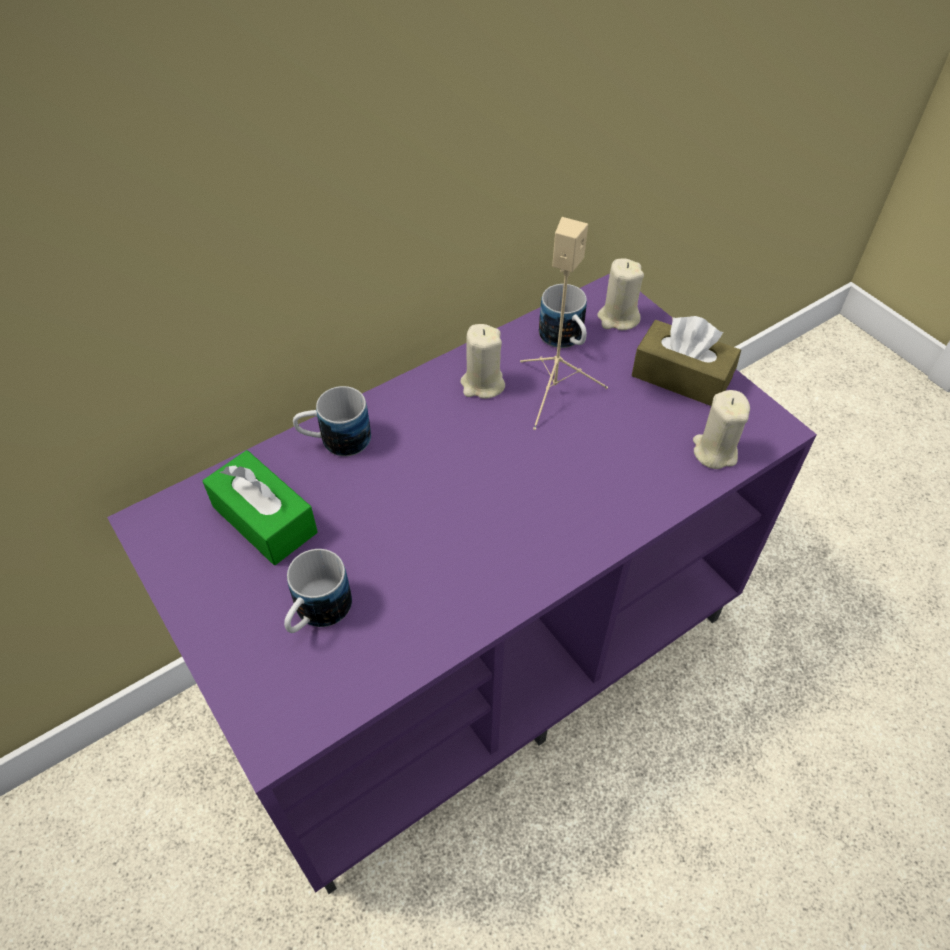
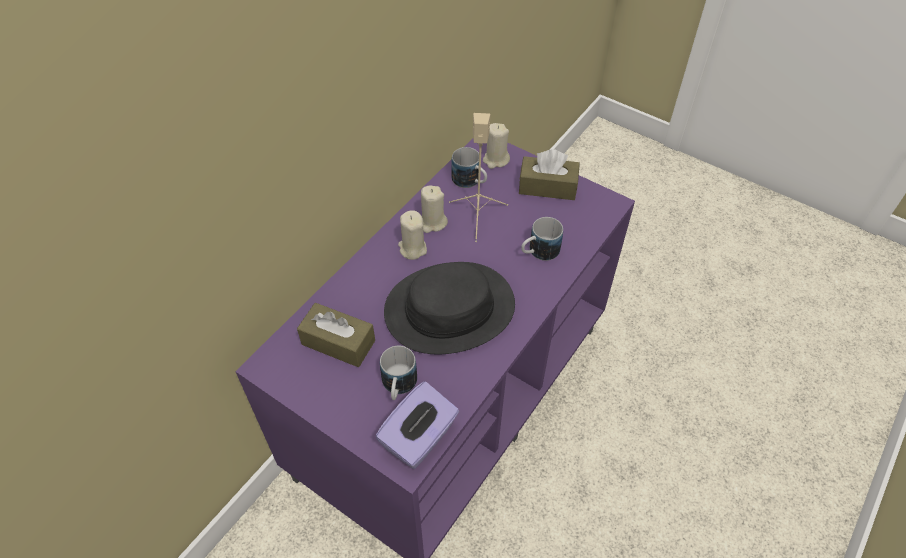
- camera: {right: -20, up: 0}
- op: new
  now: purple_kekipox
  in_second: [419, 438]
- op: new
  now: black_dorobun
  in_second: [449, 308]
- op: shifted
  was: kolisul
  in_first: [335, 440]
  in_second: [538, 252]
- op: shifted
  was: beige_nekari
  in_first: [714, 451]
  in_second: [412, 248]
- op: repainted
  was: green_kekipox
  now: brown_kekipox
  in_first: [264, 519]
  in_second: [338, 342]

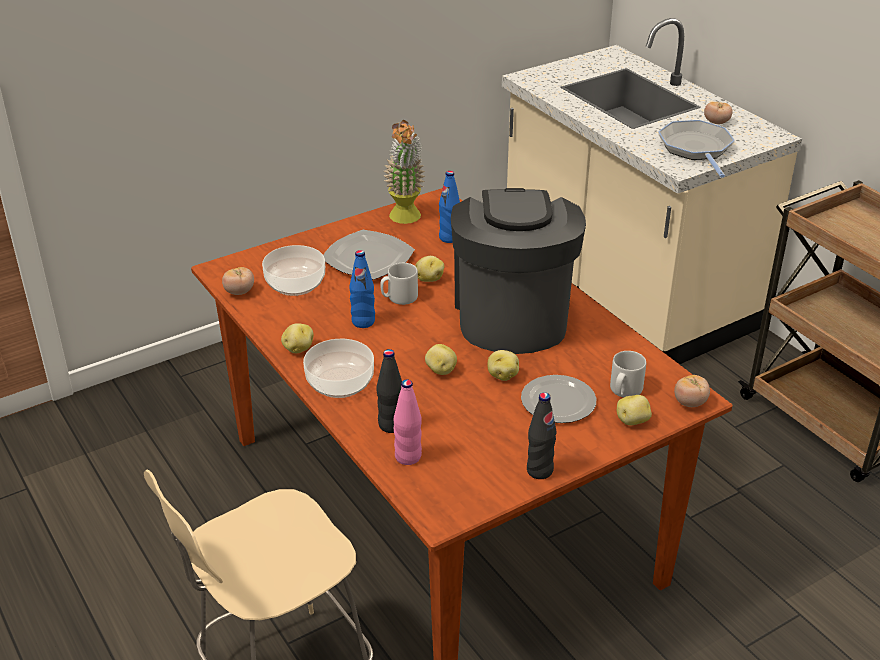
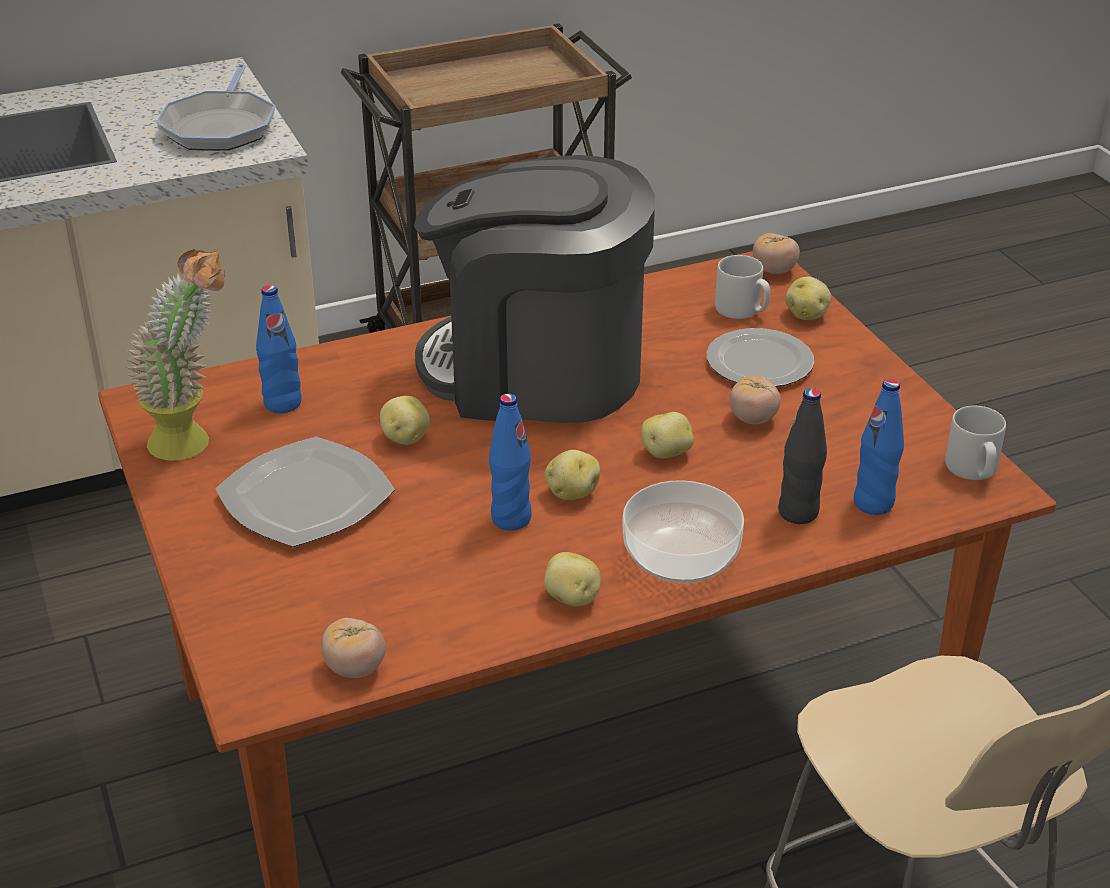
- camera: {right: -80, up: 0}
- op: gone
  was: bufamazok
  in_first: [296, 283]
- op: gone
  was: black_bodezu
  in_first: [539, 470]
- op: shifted
  was: grey_kolisul
  in_first: [399, 297]
  in_second: [973, 470]
- op: shifted
  was: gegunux
  in_first: [503, 375]
  in_second: [571, 493]
- op: shifted
  was: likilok
  in_first: [716, 123]
  in_second: [753, 419]
- op: repainted
  was: pink_bodezu
  now: blue_bodezu
  in_first: [408, 457]
  in_second: [873, 503]
- op: rotated
  was: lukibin
  in_first: [696, 149]
  in_second: [220, 127]
  clockwise: -90

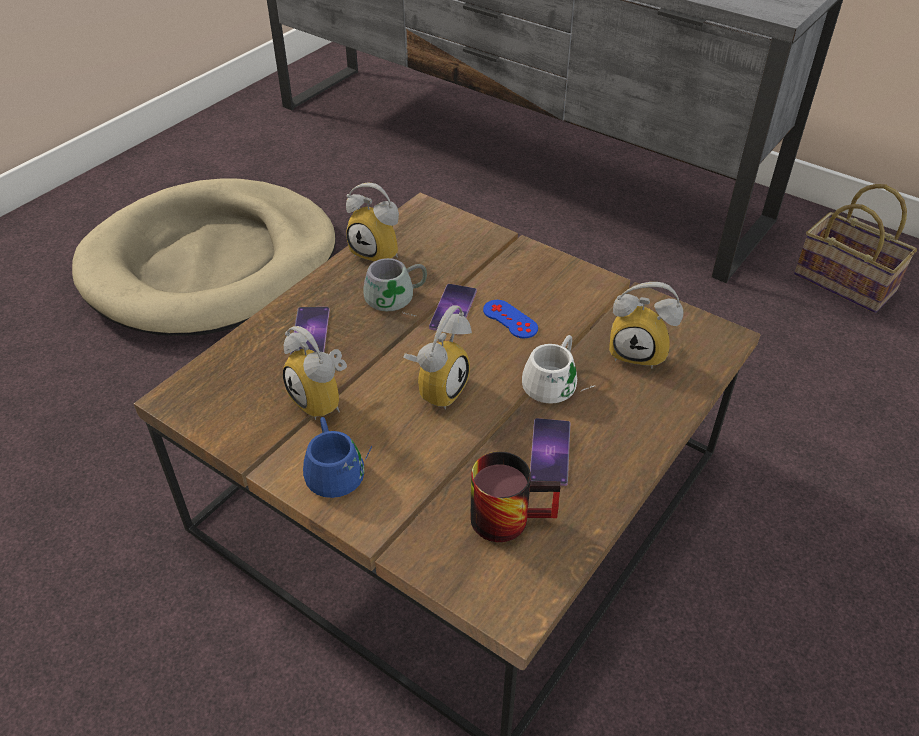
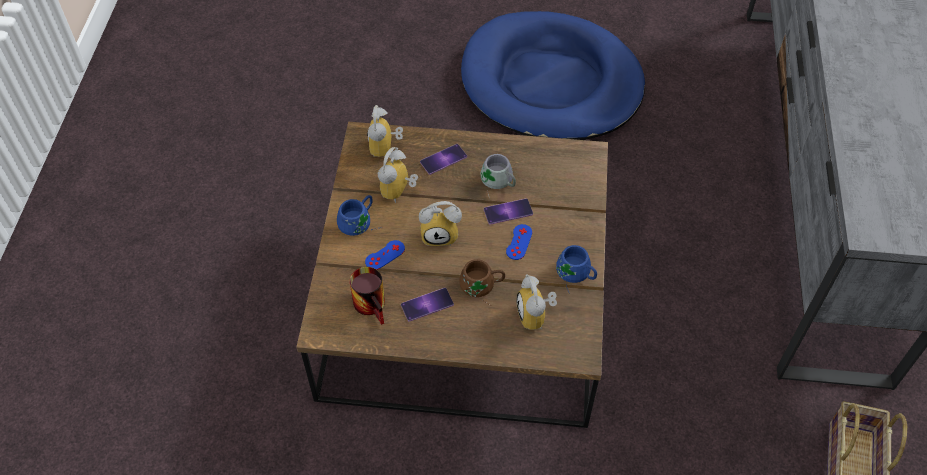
- camera: {right: 60, up: 10}
- op: new
  now: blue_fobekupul
  in_second: [385, 255]
- op: new
  now: blue_kolisul
  in_second: [574, 274]
- op: shifted
  was: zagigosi
  in_first: [380, 252]
  in_second: [386, 149]
- op: repainted
  was: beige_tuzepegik
  now: blue_tuzepegik
  in_first: [212, 265]
  in_second: [551, 83]
- op: repainted
  was: white_kolisul
  now: brown_kolisul
  in_first: [558, 383]
  in_second: [481, 287]

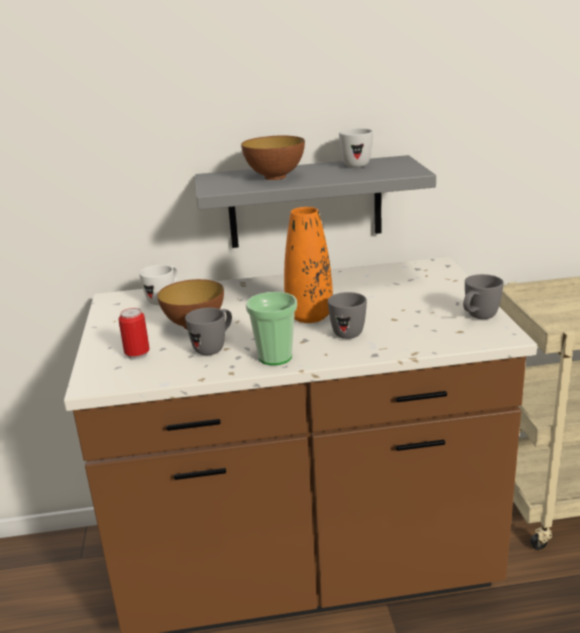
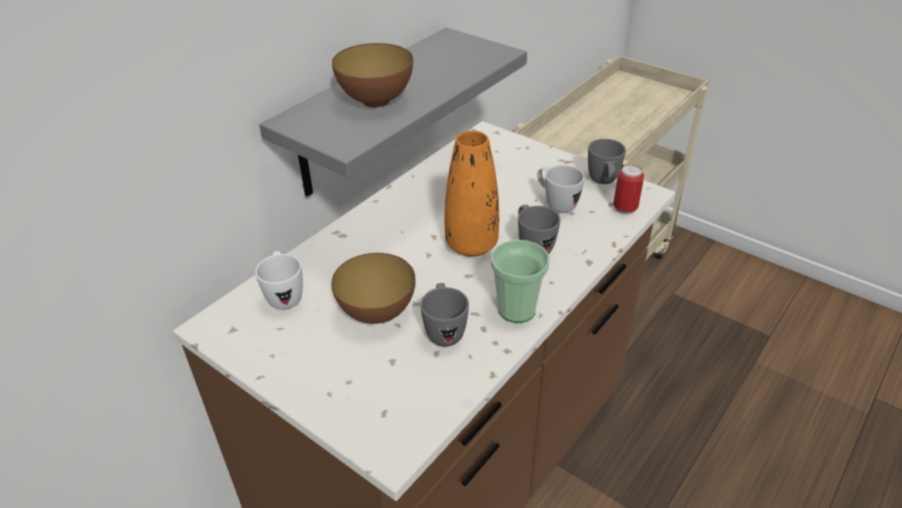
- camera: {right: -45, up: 15}
- op: shifted
  was: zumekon
  in_first: [137, 355]
  in_second: [625, 209]
- op: shifted
  was: white_kolisul
  in_first: [356, 164]
  in_second: [556, 204]

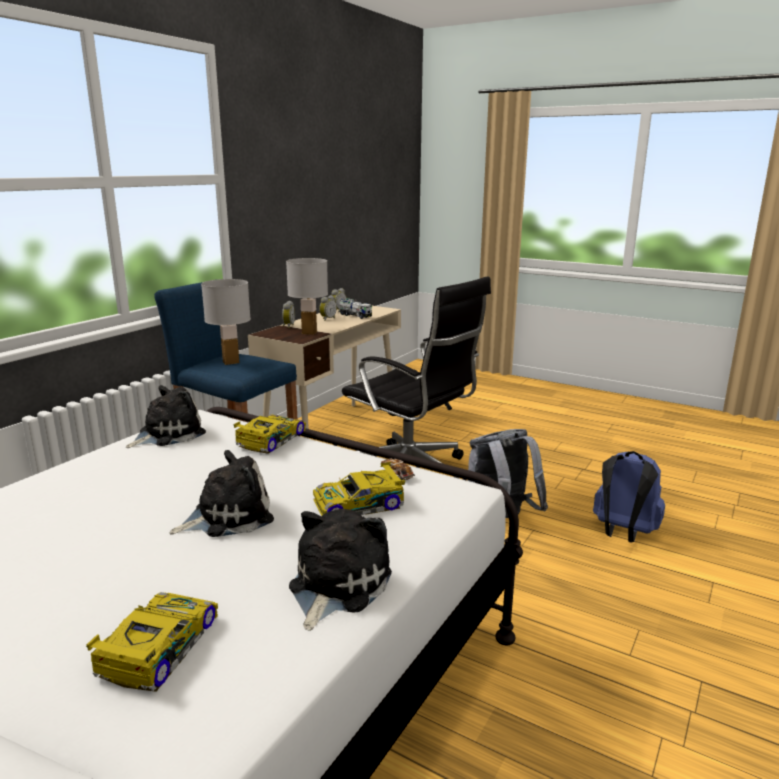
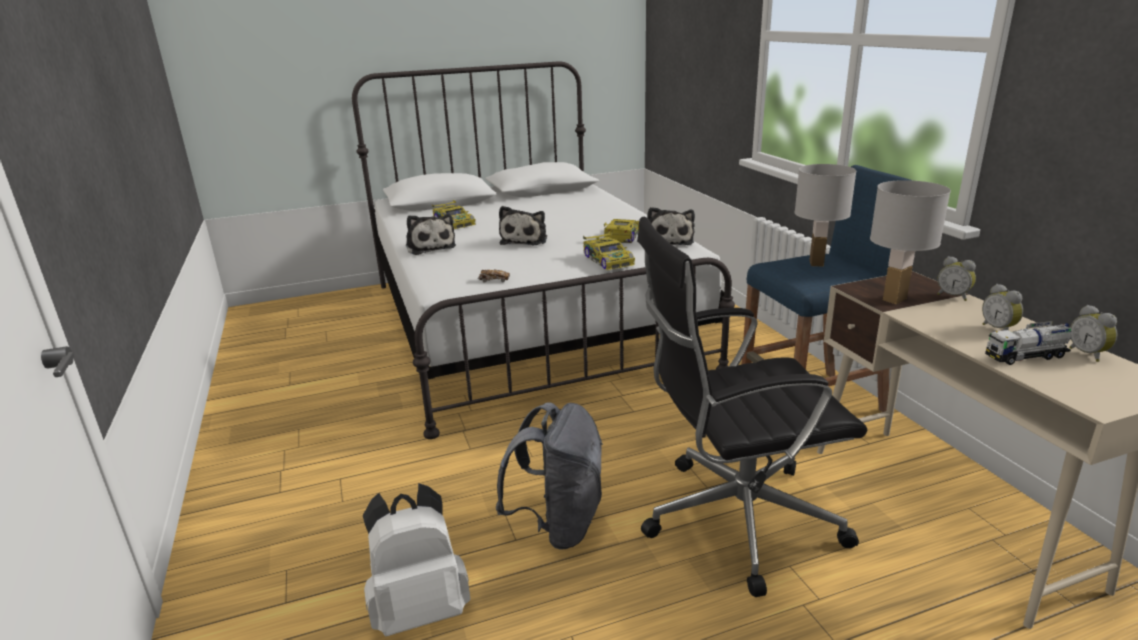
- camera: {right: 130, up: 5}
- op: shifted
  was: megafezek
  in_first: [360, 504]
  in_second: [623, 236]
- op: repainted
  was: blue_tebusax
  now: white_tebusax
  in_first: [623, 533]
  in_second: [420, 609]

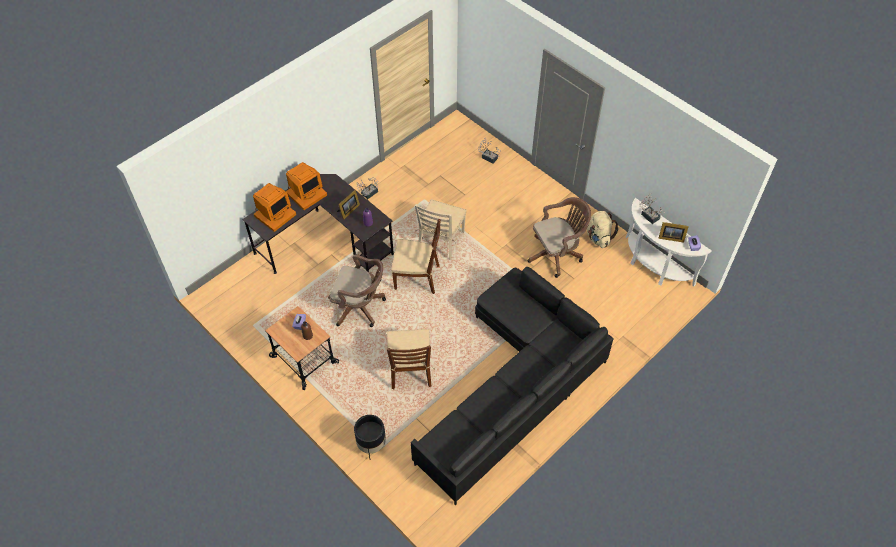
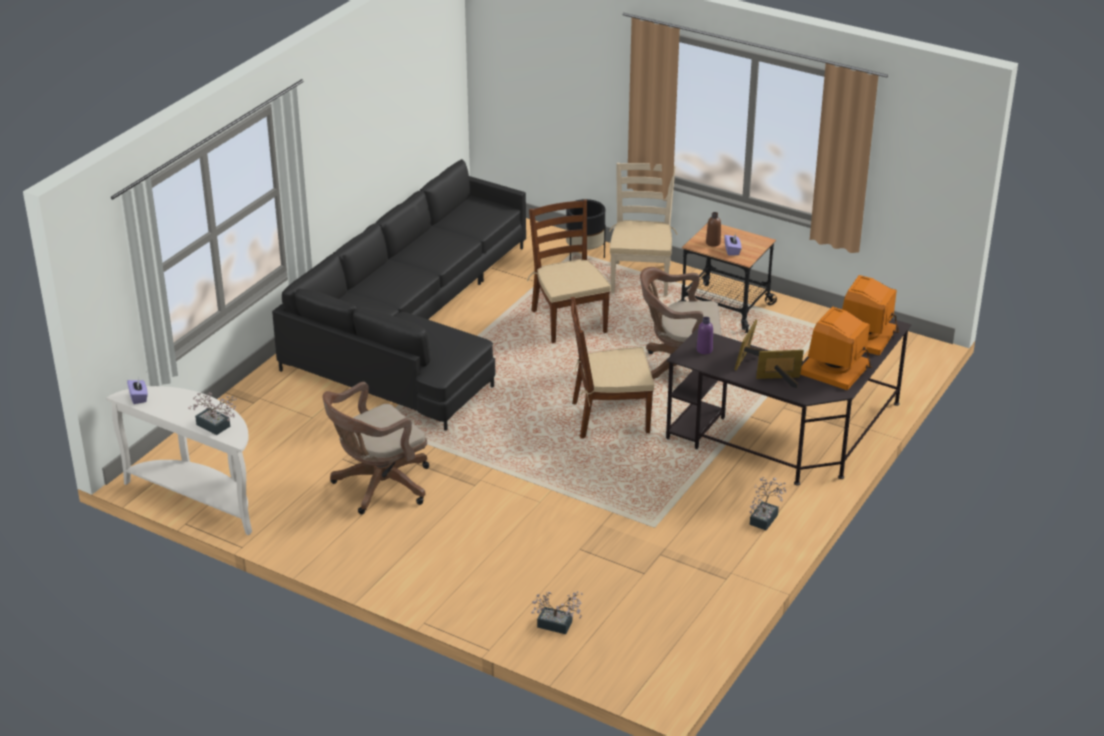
- camera: {right: 165, up: -20}
- op: gone
  was: beige_tebusax
  in_first: [598, 238]
- op: shifted
  was: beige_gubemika
  in_first: [441, 241]
  in_second: [640, 278]
- op: shifted
  was: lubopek
  in_first: [670, 237]
  in_second: [780, 380]

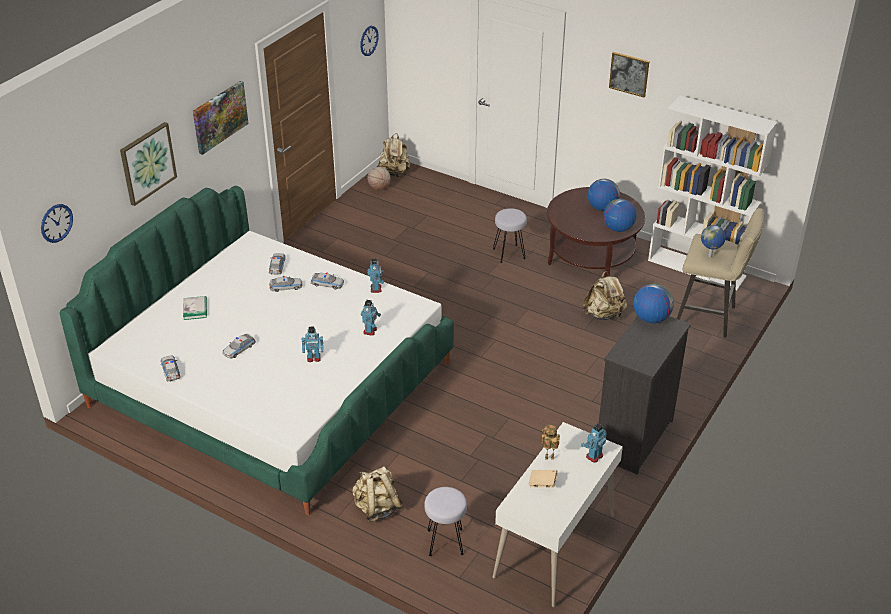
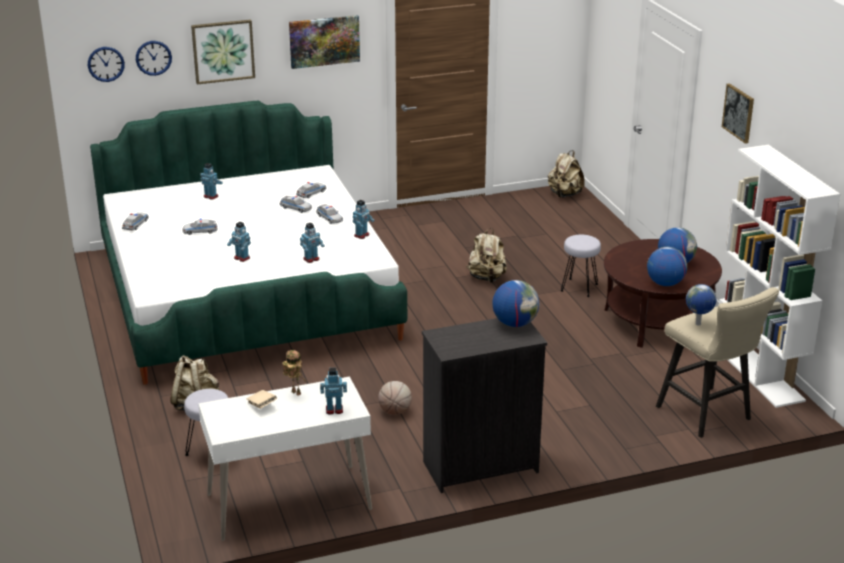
- camera: {right: 40, up: -10}
- op: shifted
  was: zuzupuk
  in_first: [369, 40]
  in_second: [153, 58]
- op: shifted
  was: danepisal
  in_first: [379, 188]
  in_second: [395, 411]
- op: shifted
  was: beige_tebusax
  in_first: [604, 315]
  in_second: [487, 278]
- op: swapped
  was: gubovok
  now: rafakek
  in_first: [195, 309]
  in_second: [211, 196]

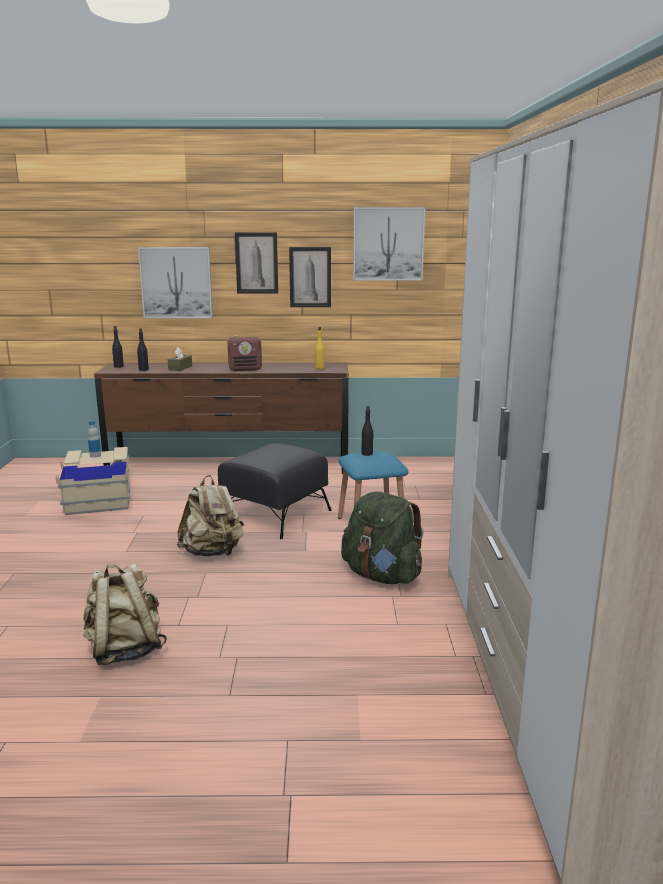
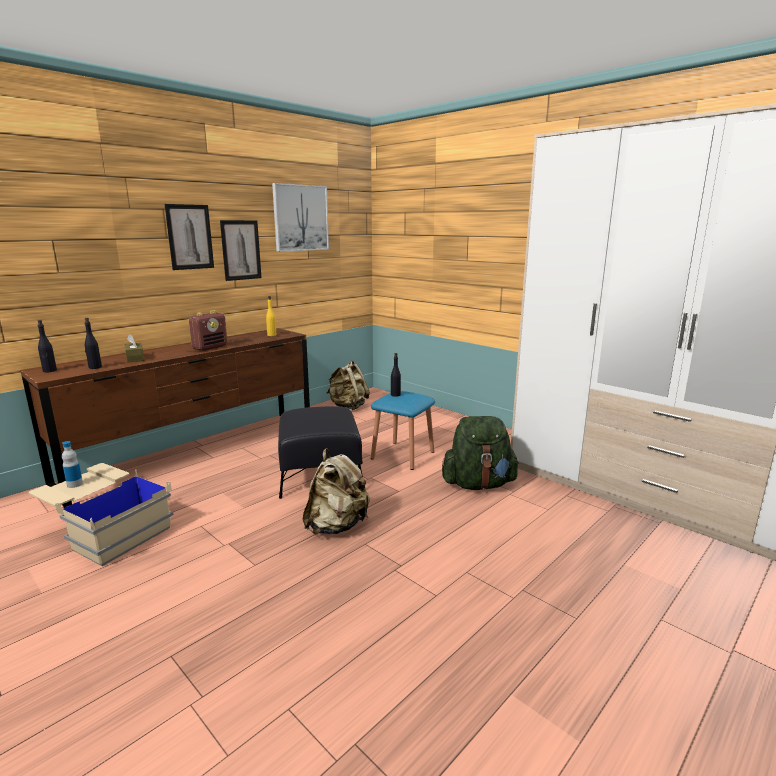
- camera: {right: -45, up: 0}
- op: gone
  was: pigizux
  in_first: [176, 282]
- op: shifted
  was: beige_tebusax
  in_first: [125, 650]
  in_second: [348, 406]

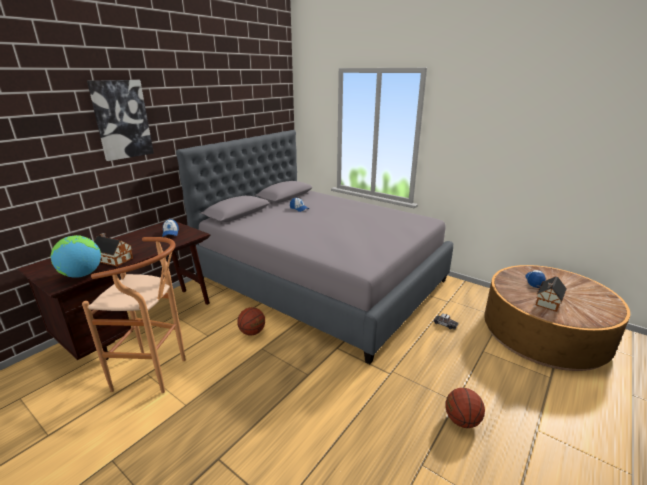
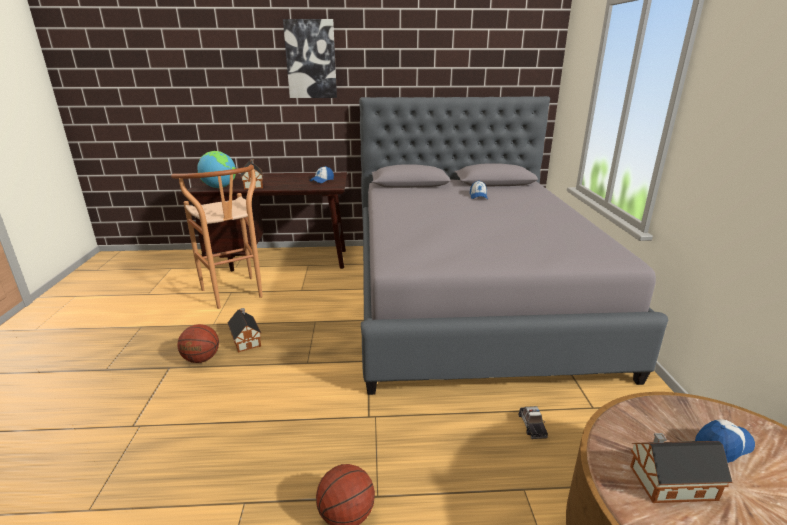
- camera: {right: 50, up: 0}
- op: new
  now: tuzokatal
  in_second: [246, 339]
- op: shifted
  was: danepisal
  in_first: [252, 332]
  in_second: [201, 359]

